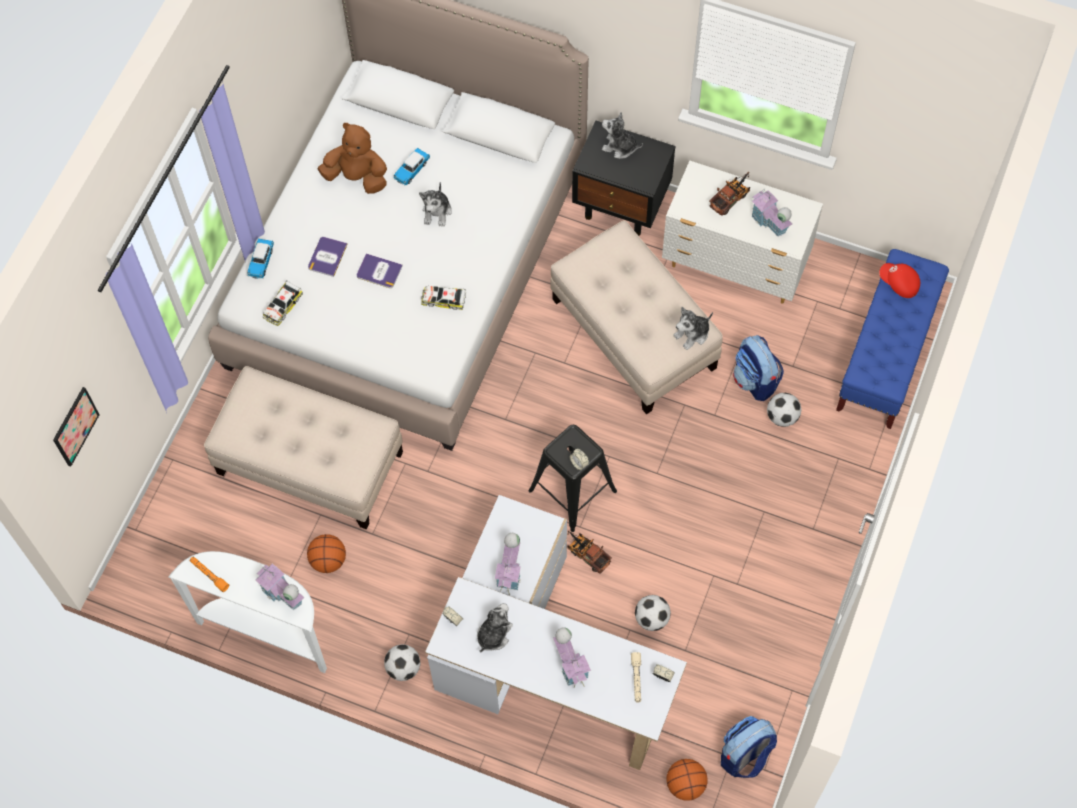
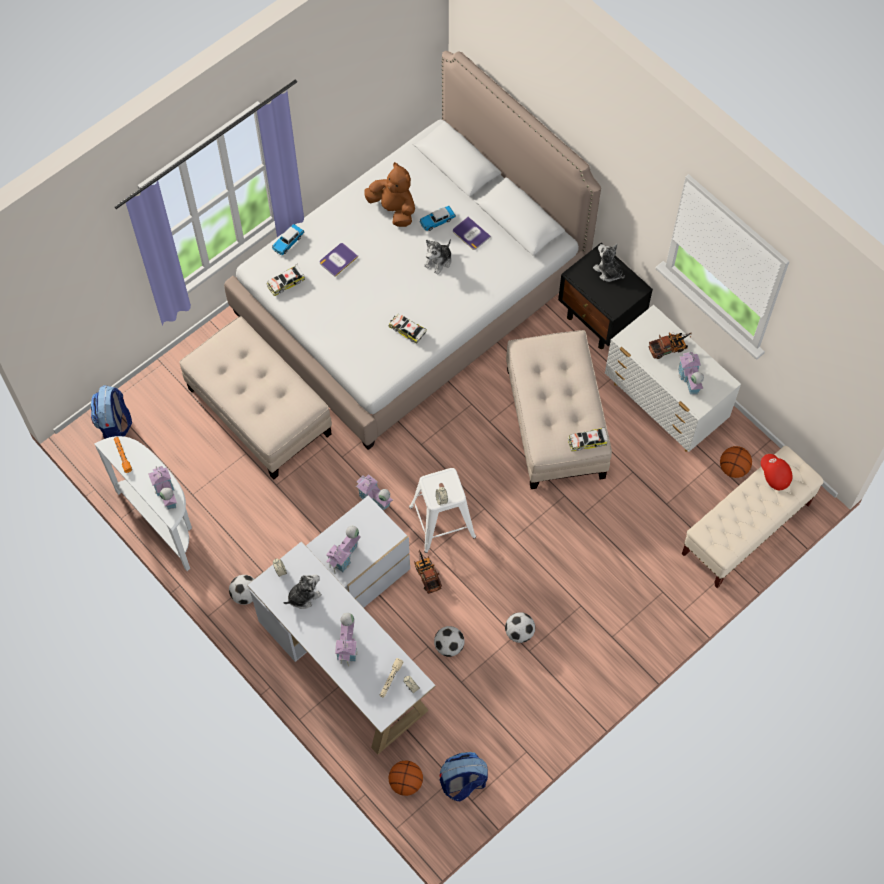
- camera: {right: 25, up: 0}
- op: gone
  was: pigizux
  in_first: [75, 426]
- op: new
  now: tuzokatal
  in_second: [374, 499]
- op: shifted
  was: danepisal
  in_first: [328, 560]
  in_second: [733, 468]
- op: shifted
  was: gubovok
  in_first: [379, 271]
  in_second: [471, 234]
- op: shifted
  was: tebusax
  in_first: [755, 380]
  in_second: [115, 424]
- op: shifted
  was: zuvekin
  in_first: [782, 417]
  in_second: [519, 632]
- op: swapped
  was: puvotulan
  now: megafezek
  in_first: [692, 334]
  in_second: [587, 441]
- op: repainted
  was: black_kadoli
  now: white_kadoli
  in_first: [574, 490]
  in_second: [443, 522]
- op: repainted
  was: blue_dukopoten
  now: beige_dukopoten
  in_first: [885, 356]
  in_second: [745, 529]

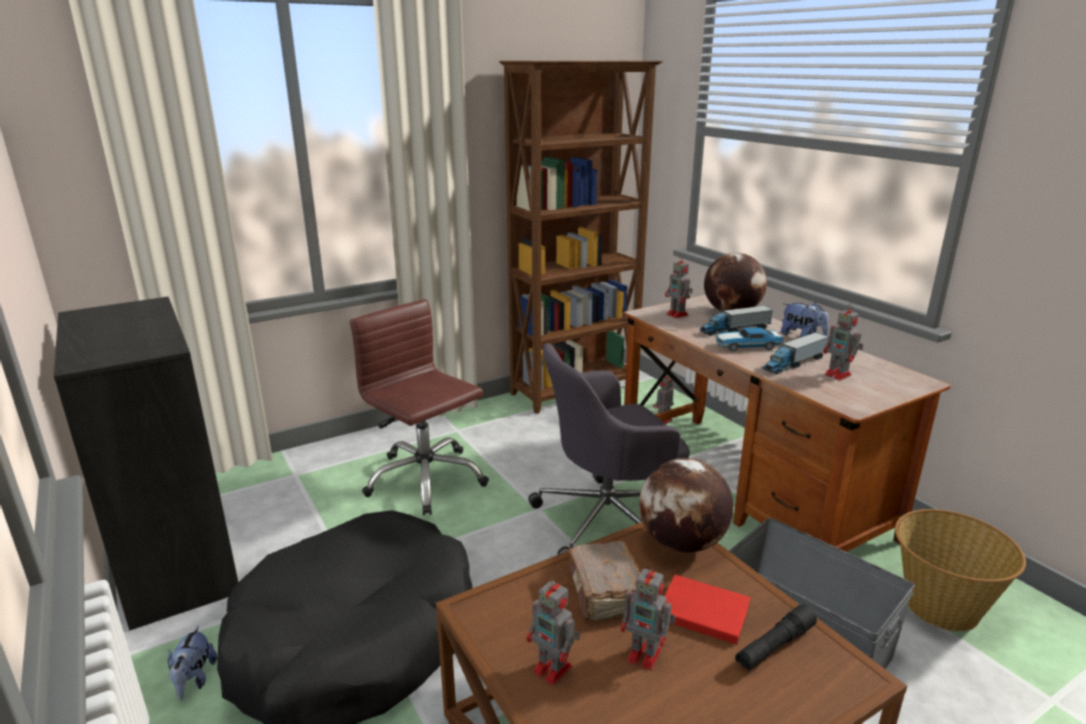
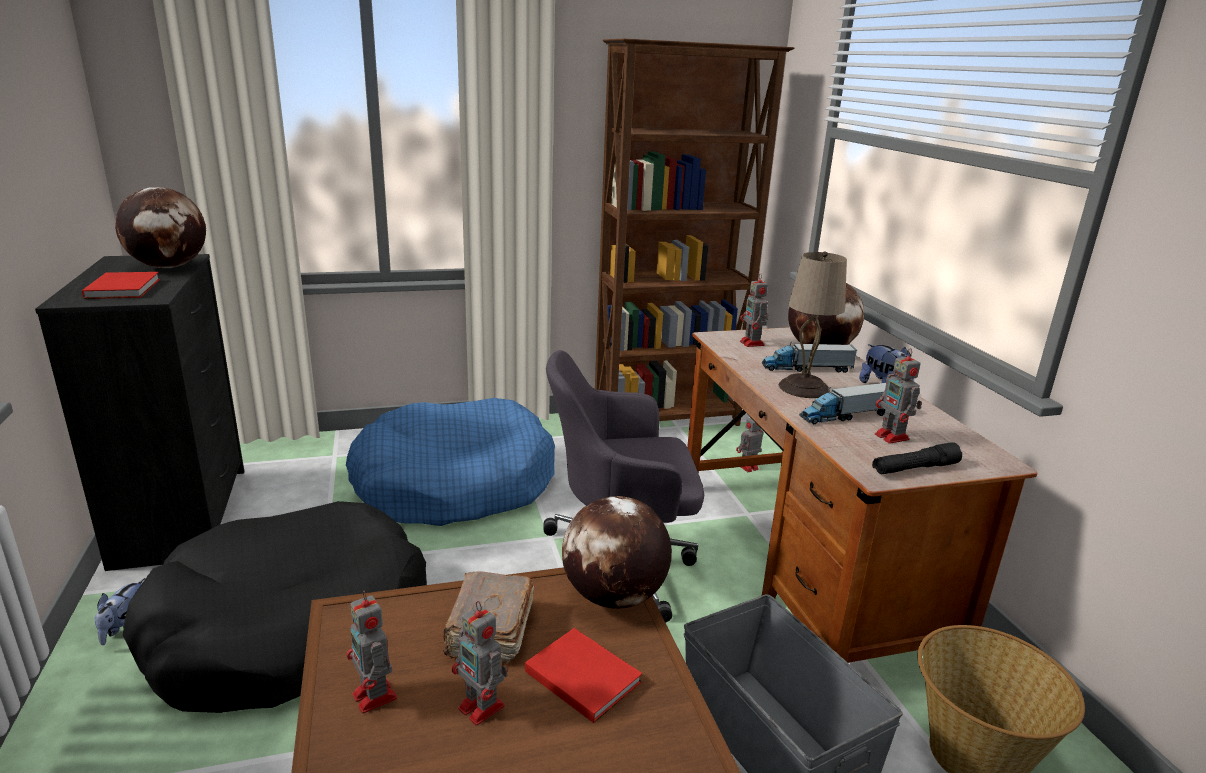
- camera: {right: 15, up: 0}
- op: new
  now: red_gubovok
  in_second: [125, 288]
- op: new
  now: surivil
  in_second: [169, 267]
- op: shifted
  was: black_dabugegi
  in_first: [774, 646]
  in_second: [914, 469]
- op: swapped
  was: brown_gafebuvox
  now: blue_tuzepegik
  in_first: [425, 479]
  in_second: [454, 484]
- op: swapped
  was: megafezek
  now: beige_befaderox
  in_first: [746, 346]
  in_second: [804, 388]

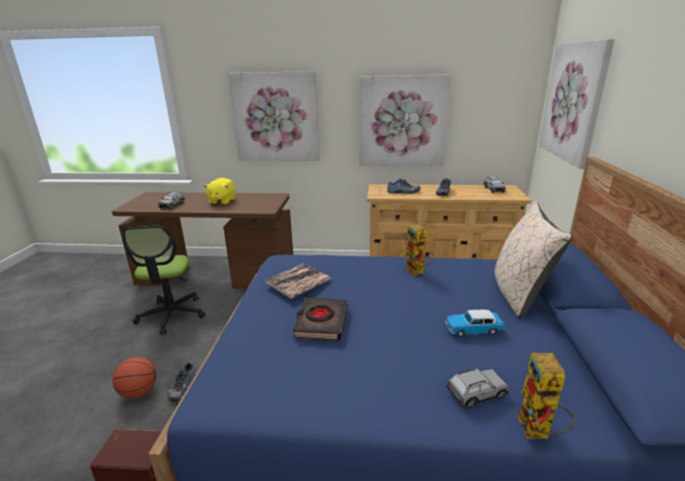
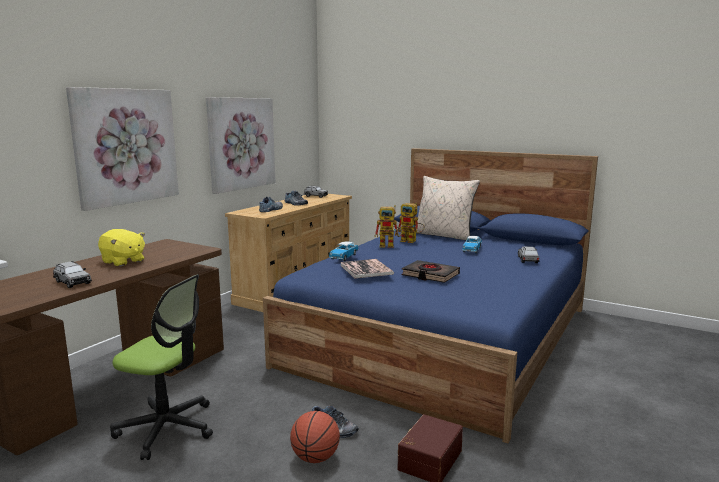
- camera: {right: -65, up: -10}
- op: gone
  was: pigizux
  in_first: [573, 102]
- op: new
  now: megafezek
  in_second: [344, 257]
- op: shifted
  was: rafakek
  in_first: [538, 432]
  in_second: [411, 241]

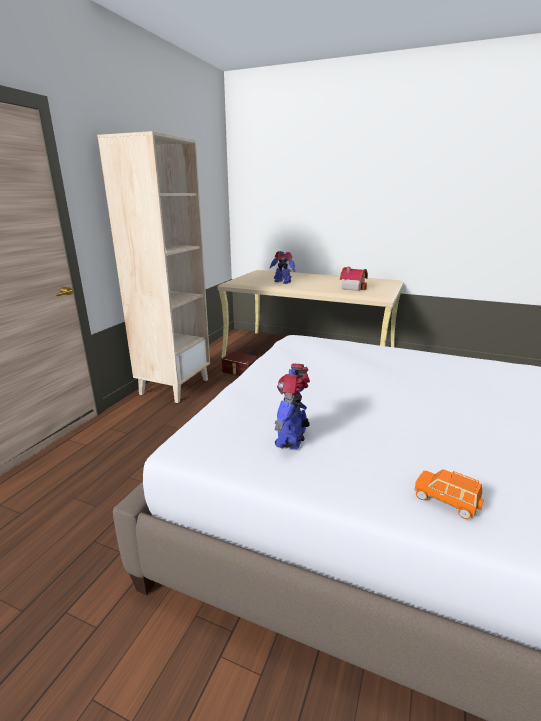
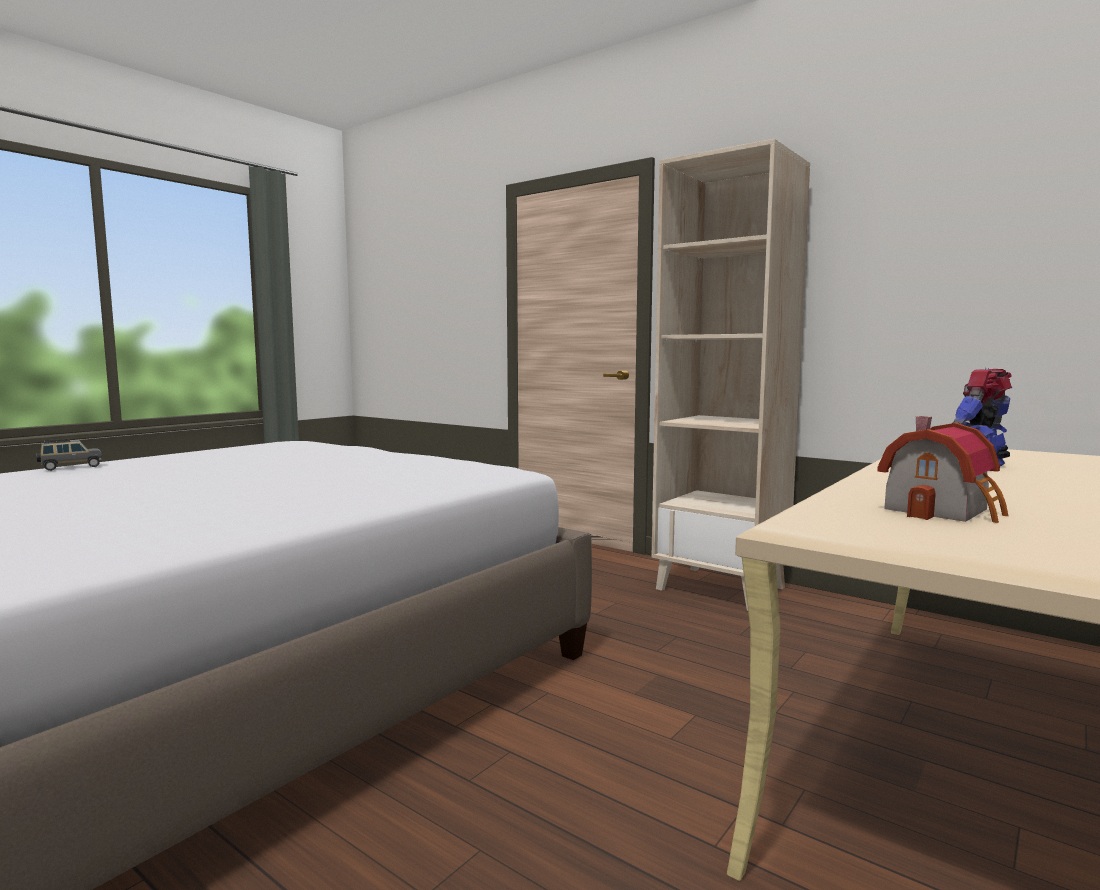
- camera: {right: 105, up: -15}
- op: gone
  was: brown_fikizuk
  in_first: [240, 371]
- op: gone
  was: rafakek
  in_first: [292, 437]
- op: repainted
  was: orange_megafezek
  now: grey_megafezek
  in_first: [446, 502]
  in_second: [71, 467]

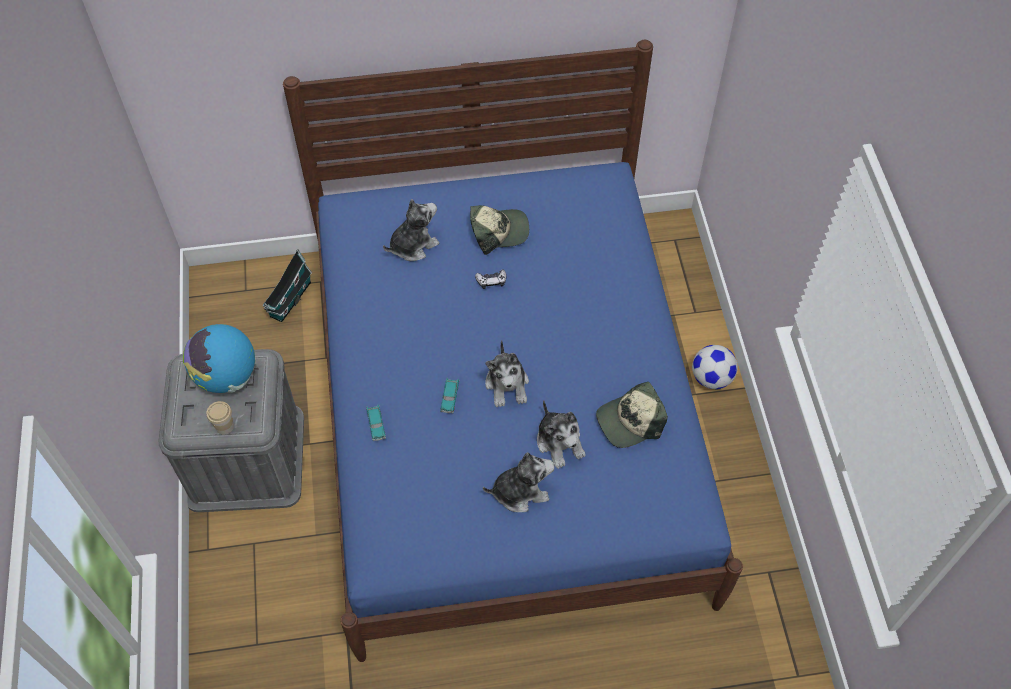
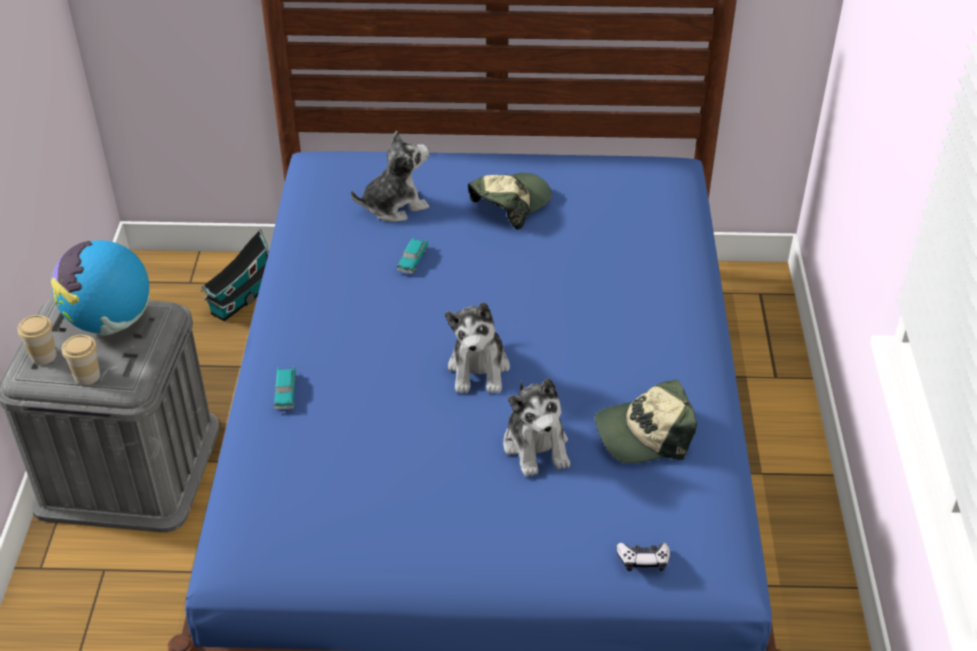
- camera: {right: 10, up: -15}
- op: gone
  was: puvotulan
  in_first: [520, 491]
- op: gone
  was: zuvekin
  in_first: [711, 378]
- op: new
  now: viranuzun
  in_second: [43, 356]
- op: shifted
  was: megafezek
  in_first: [450, 397]
  in_second: [413, 260]
- op: shifted
  was: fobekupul
  in_first: [491, 281]
  in_second: [643, 560]
- op: rotated
  was: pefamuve
  in_first: [498, 231]
  in_second: [510, 204]
  clockwise: -45

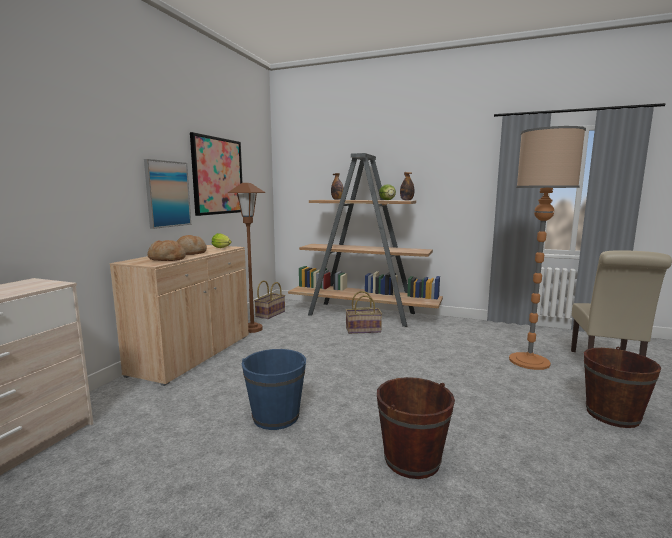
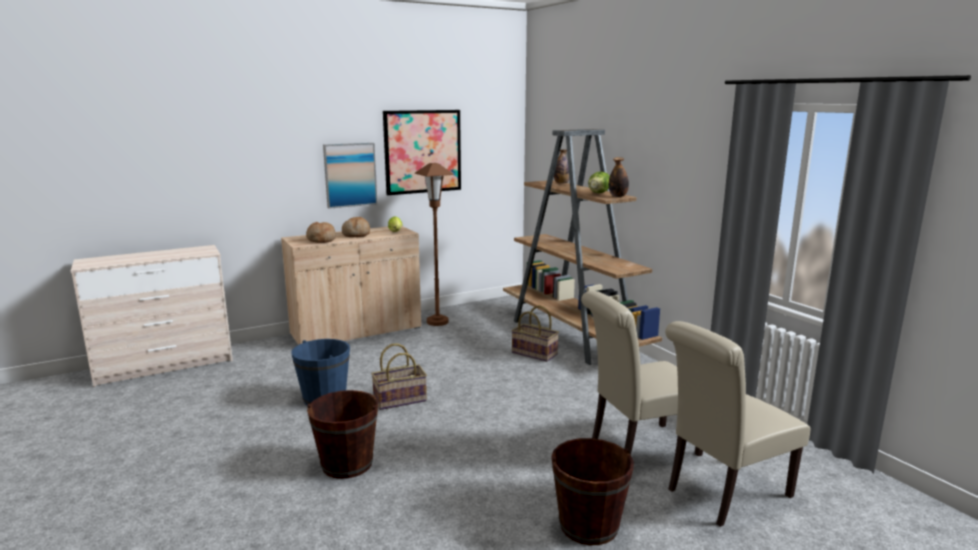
- camera: {right: 40, up: 5}
- op: shifted
  was: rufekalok
  in_first: [270, 314]
  in_second: [400, 399]
- op: swapped
  was: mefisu
  now: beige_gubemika
  in_first: [529, 361]
  in_second: [638, 448]

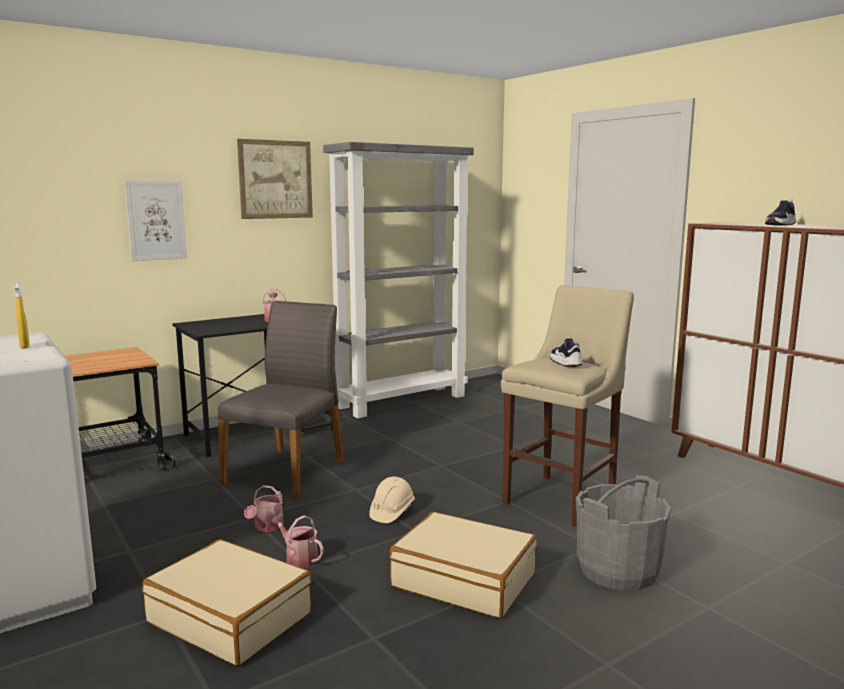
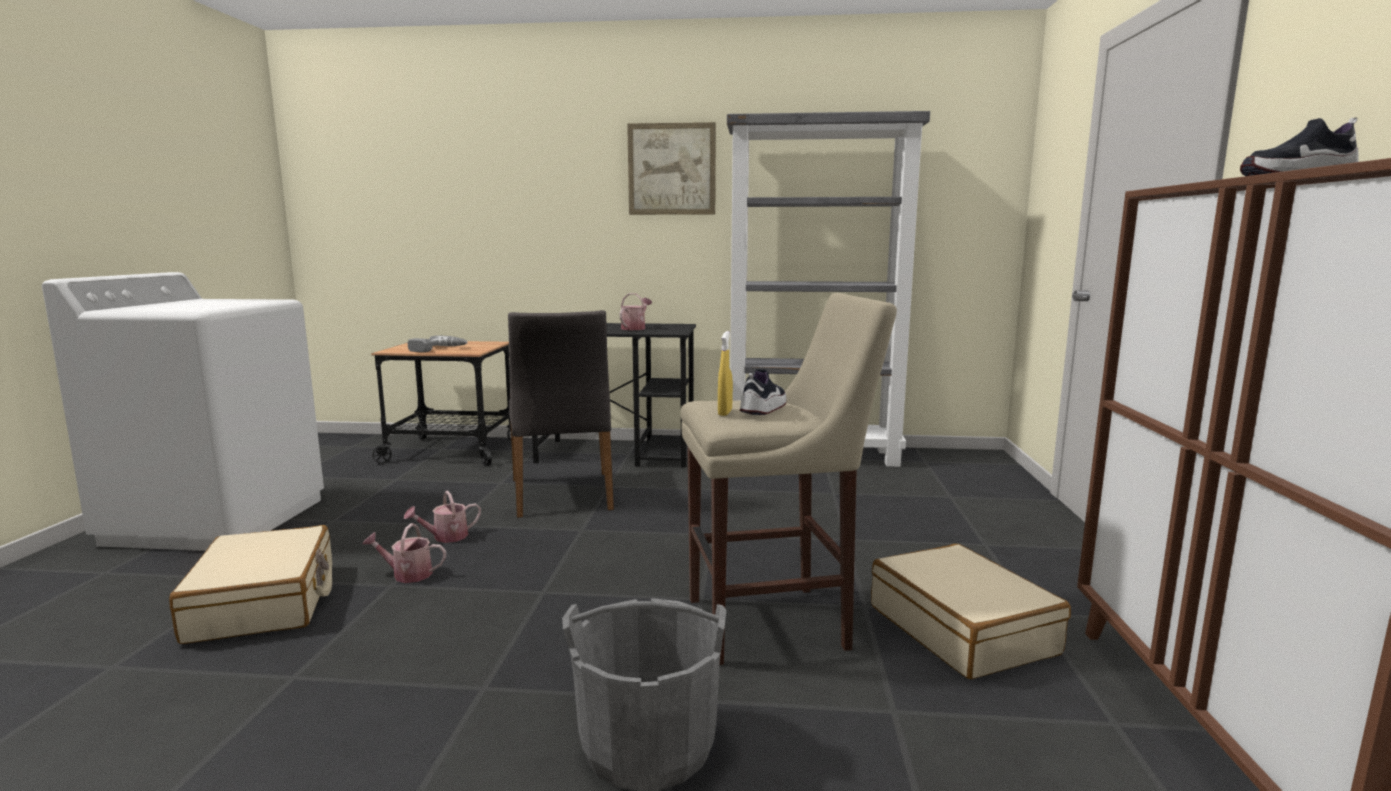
- camera: {right: 40, up: 0}
- op: gone
  was: pigizux
  in_first: [156, 220]
- op: gone
  was: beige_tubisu
  in_first: [392, 512]
- op: new
  now: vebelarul
  in_second: [438, 349]
- op: shifted
  was: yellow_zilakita
  in_first: [24, 346]
  in_second: [725, 412]
- op: shifted
  was: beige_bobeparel
  in_first: [464, 580]
  in_second: [962, 629]
- op: rotated
  was: grey_gubemika
  in_first: [287, 471]
  in_second: [563, 494]
  clockwise: 105
- op: rotated
  was: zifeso
  in_first: [298, 558]
  in_second: [407, 574]
  clockwise: -75

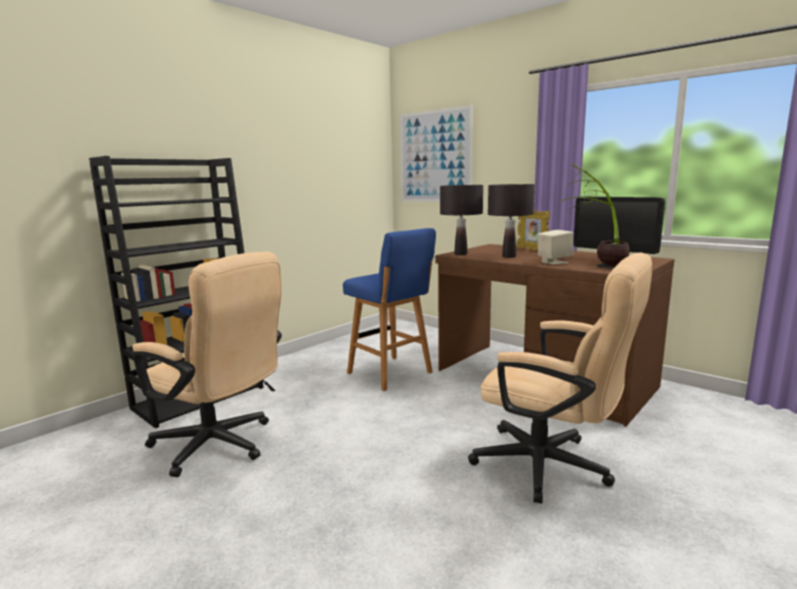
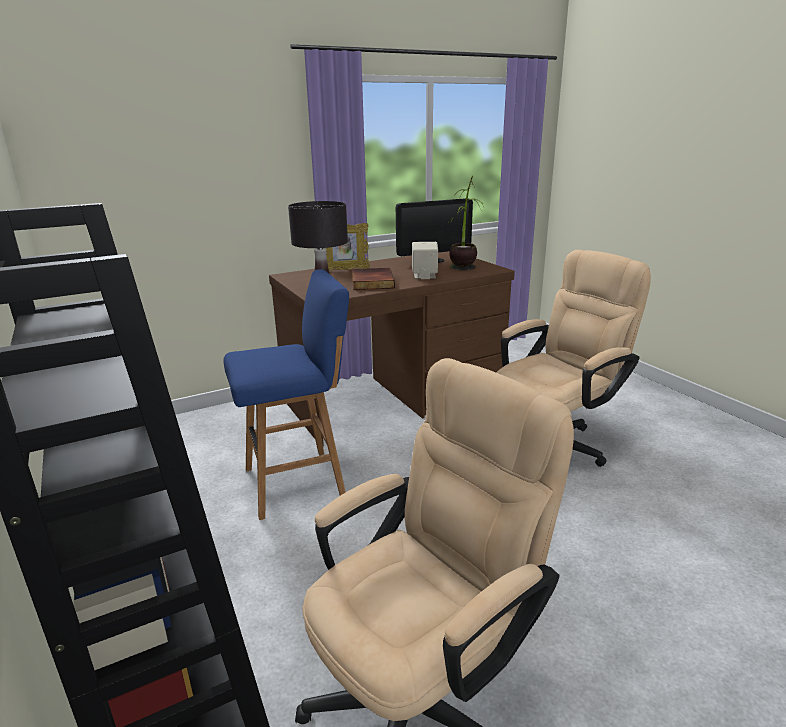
- camera: {right: -70, up: 10}
- op: gone
  was: pigizux
  in_first: [434, 157]
- op: swapped
  was: black_befaderox
  now: gubovok
  in_first: [509, 256]
  in_second: [371, 282]

